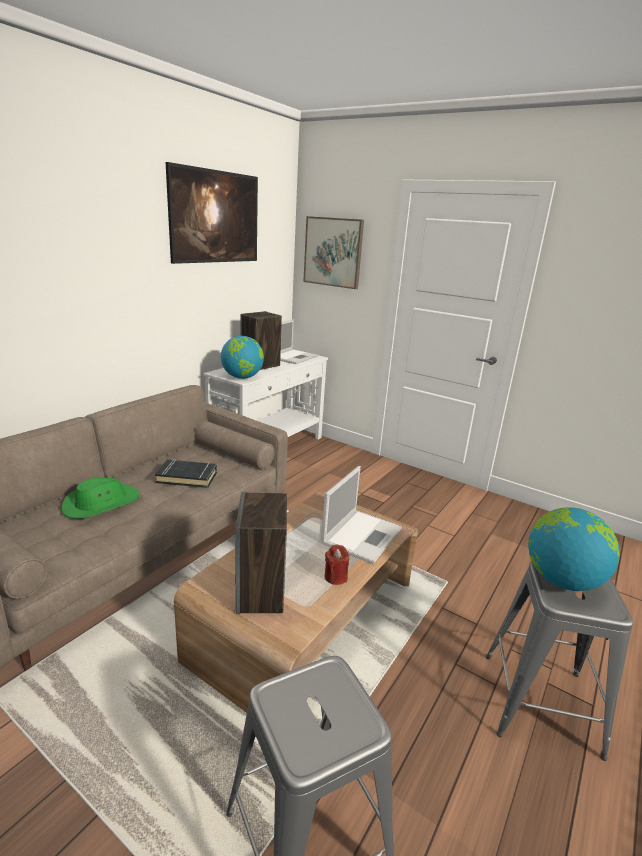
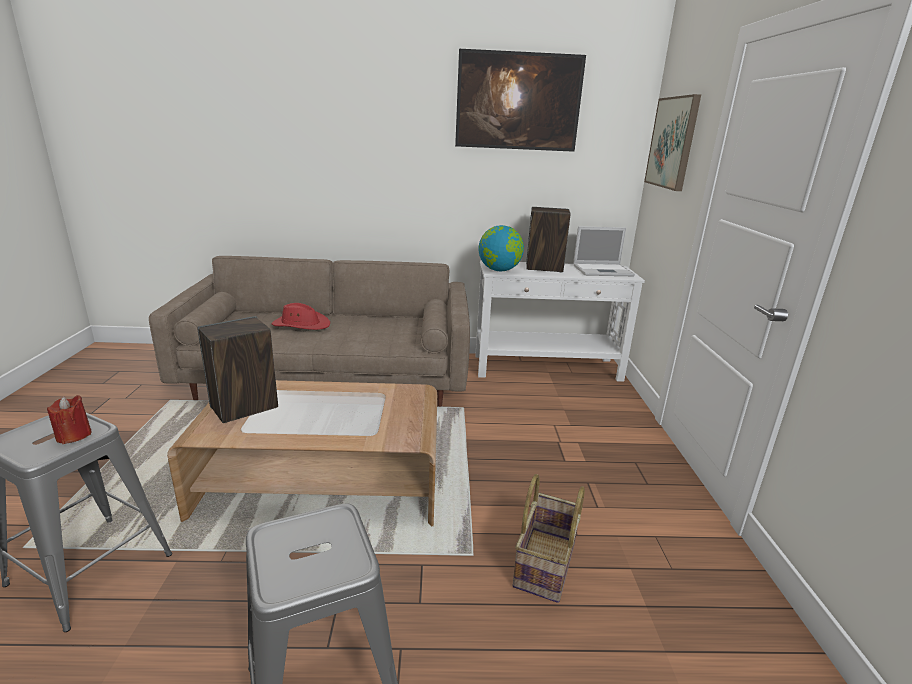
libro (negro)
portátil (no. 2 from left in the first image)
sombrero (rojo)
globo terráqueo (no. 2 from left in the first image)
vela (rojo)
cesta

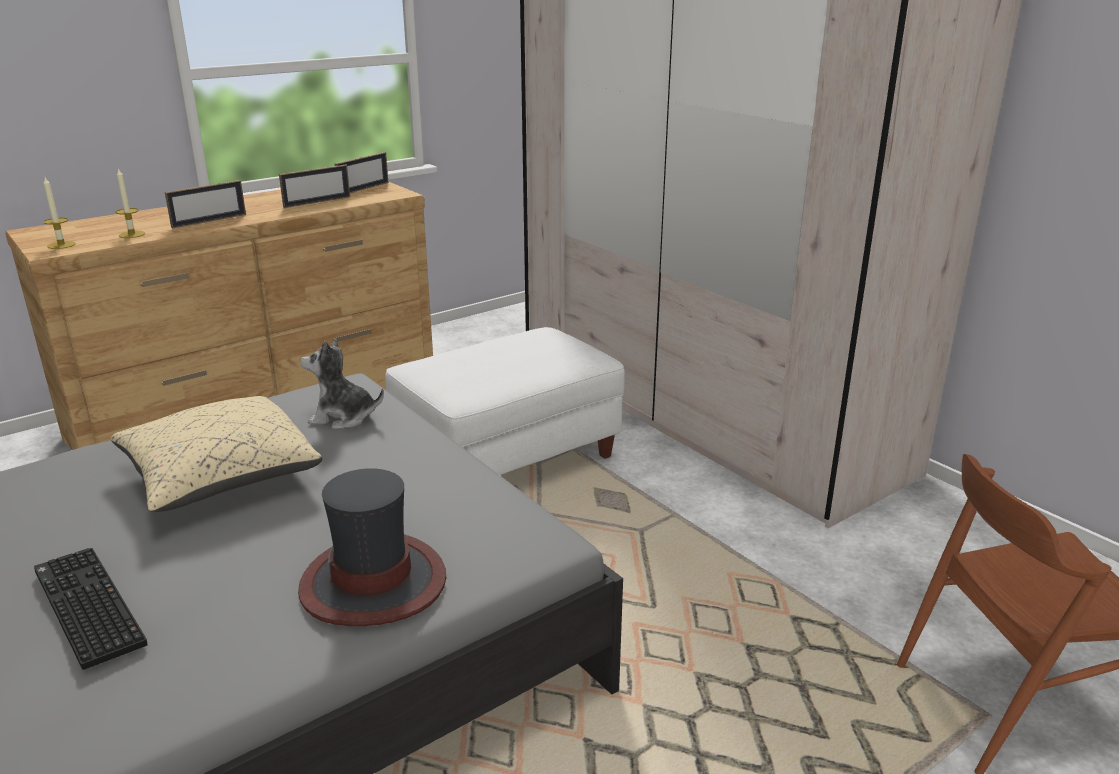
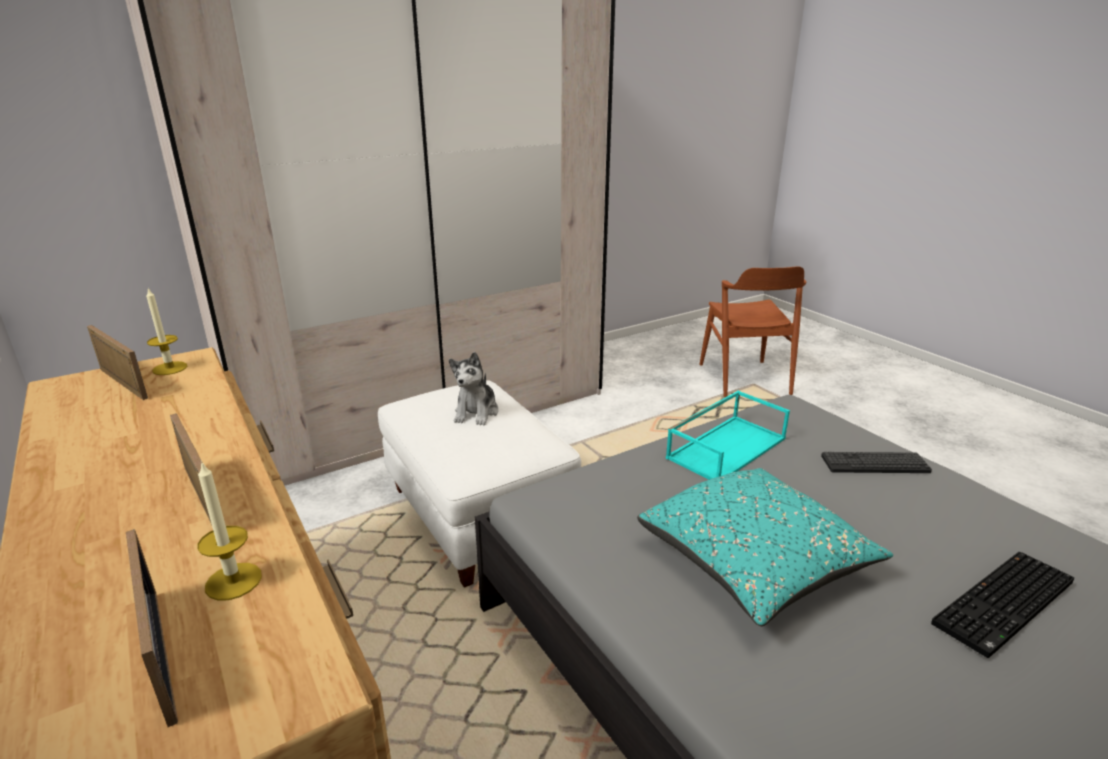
portarretratos (no. 2 from left)
vela (no. 1 from left)
peluche
cojín (turquesa)
teclado (no. 1 from left)
bandeja (turquesa)

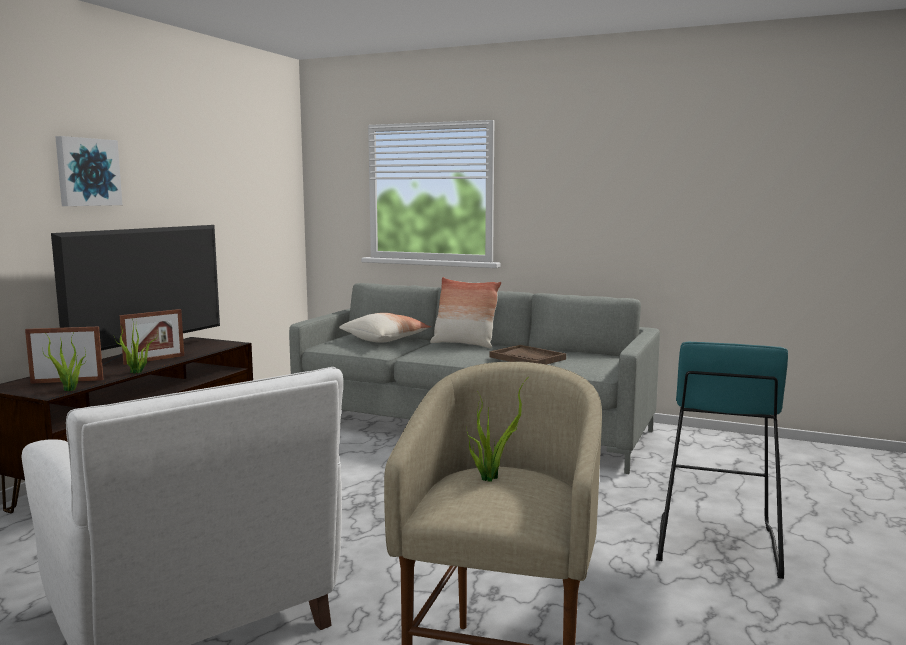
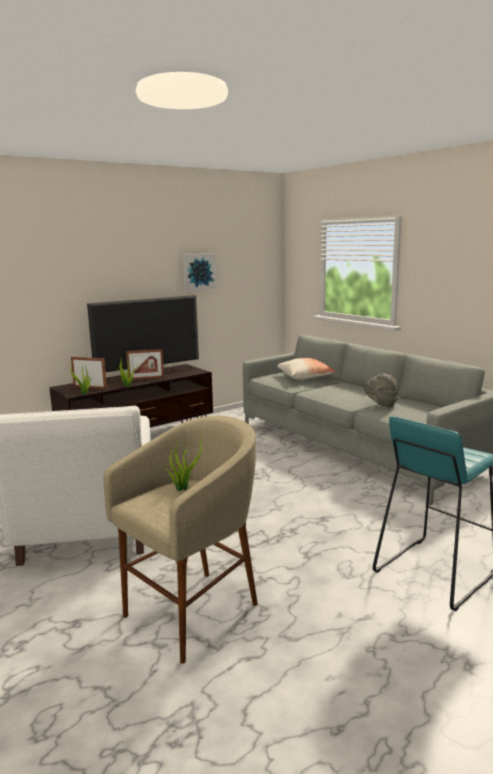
cuadro
cojín (no. 2 from left in the first image)
sombrero (gris)

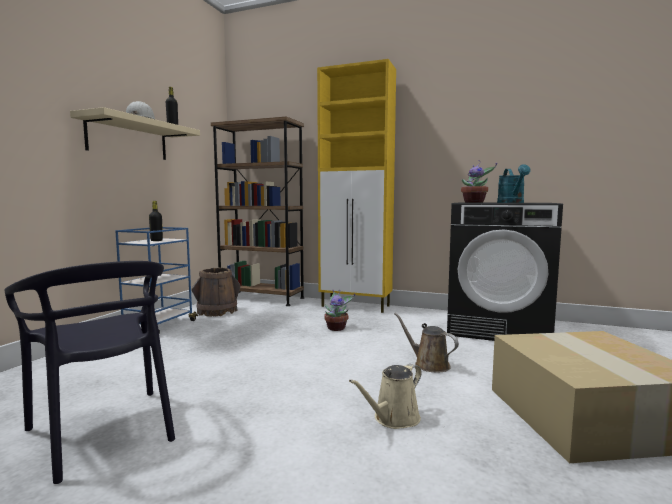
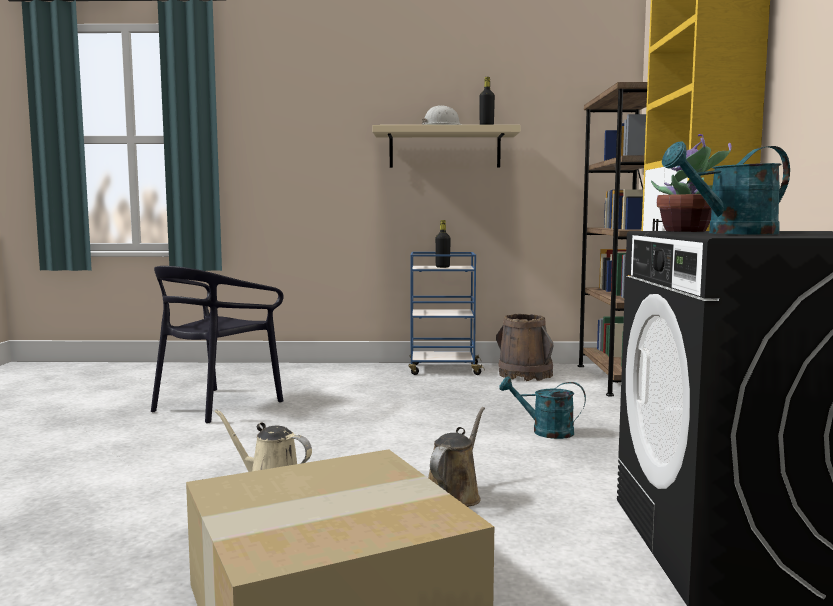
regadera (turquesa) (no. 1 from left)

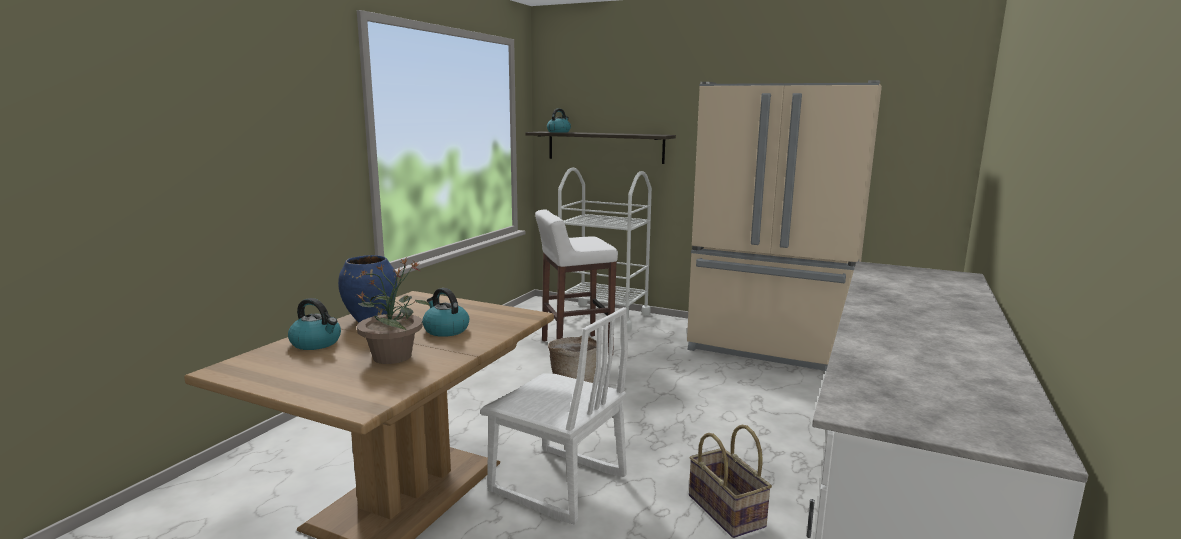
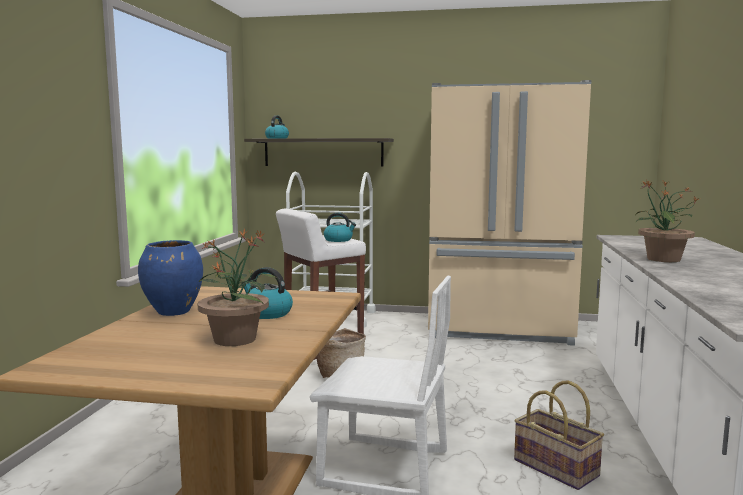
hervidor (no. 3 from left)
planta en maceta (no. 2 from left)

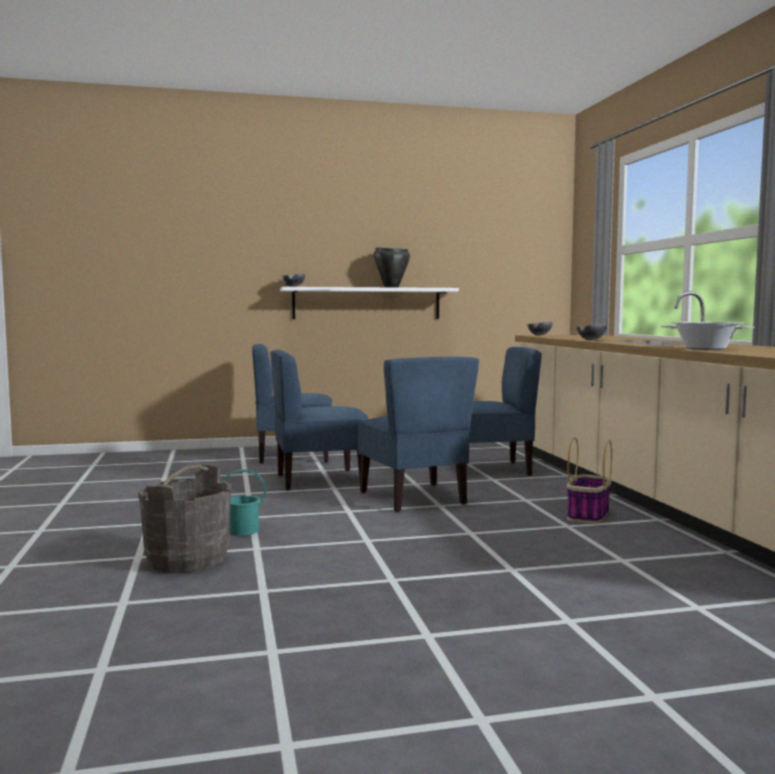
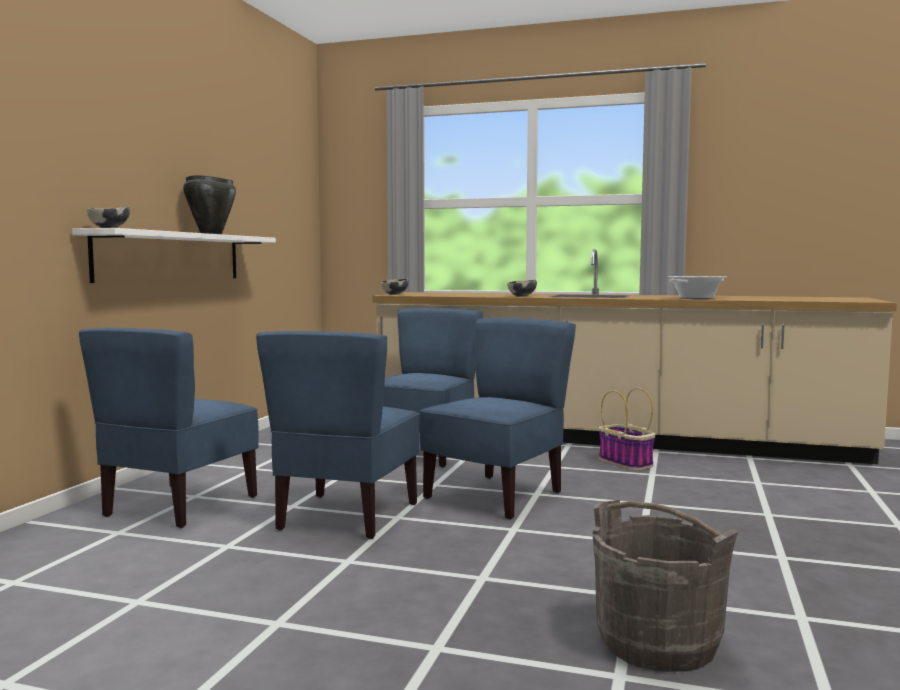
silla (azul) (no. 4 from left)
cubo (turquesa)

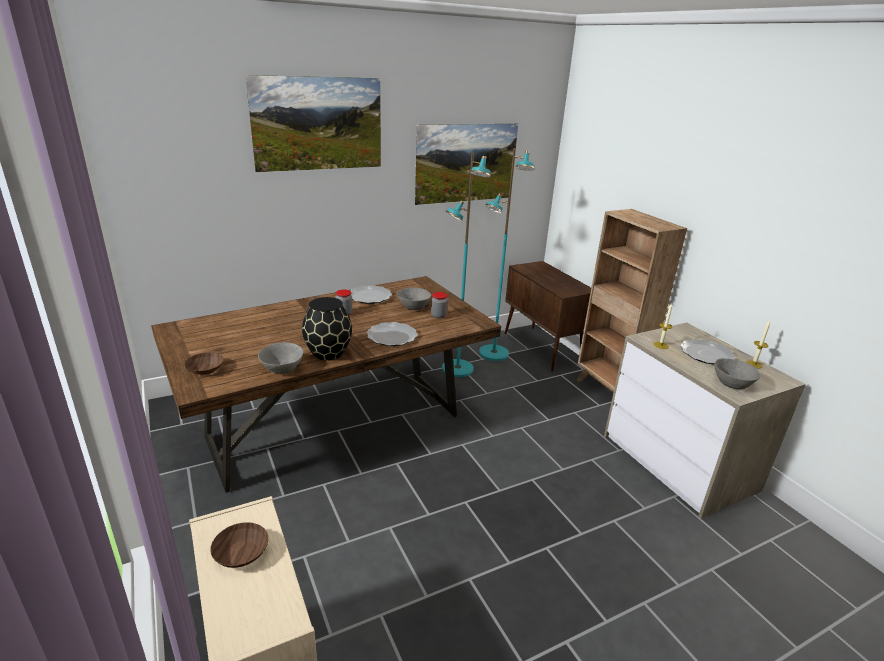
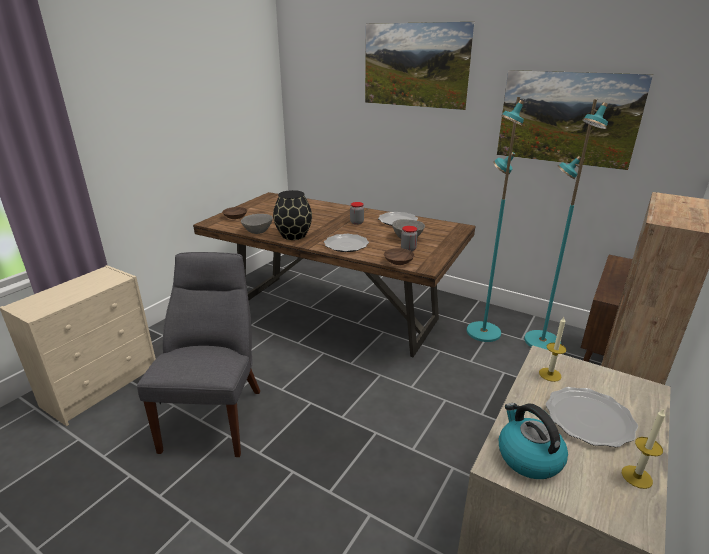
hervidor
cuenco (marrón) (no. 2 from left)
silla (gris)

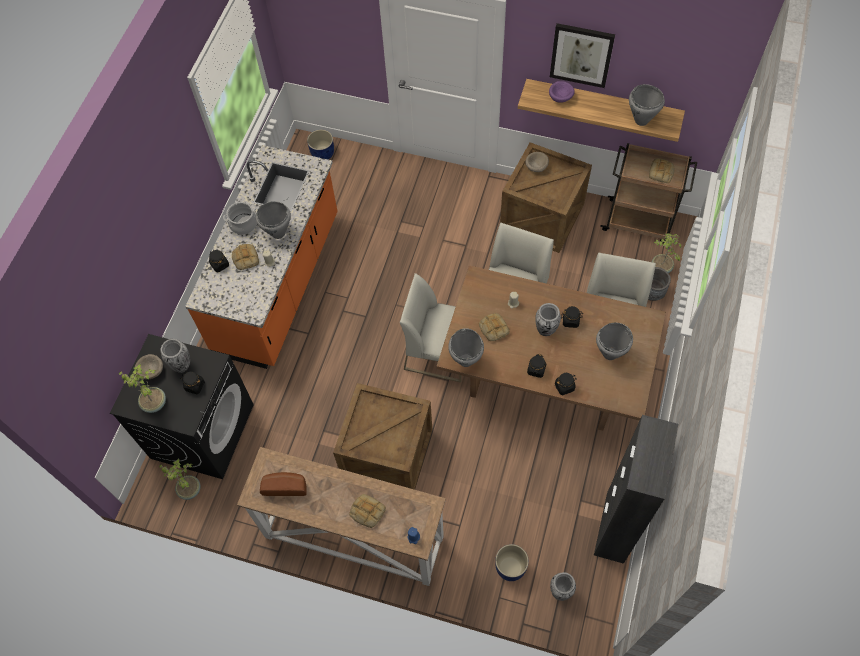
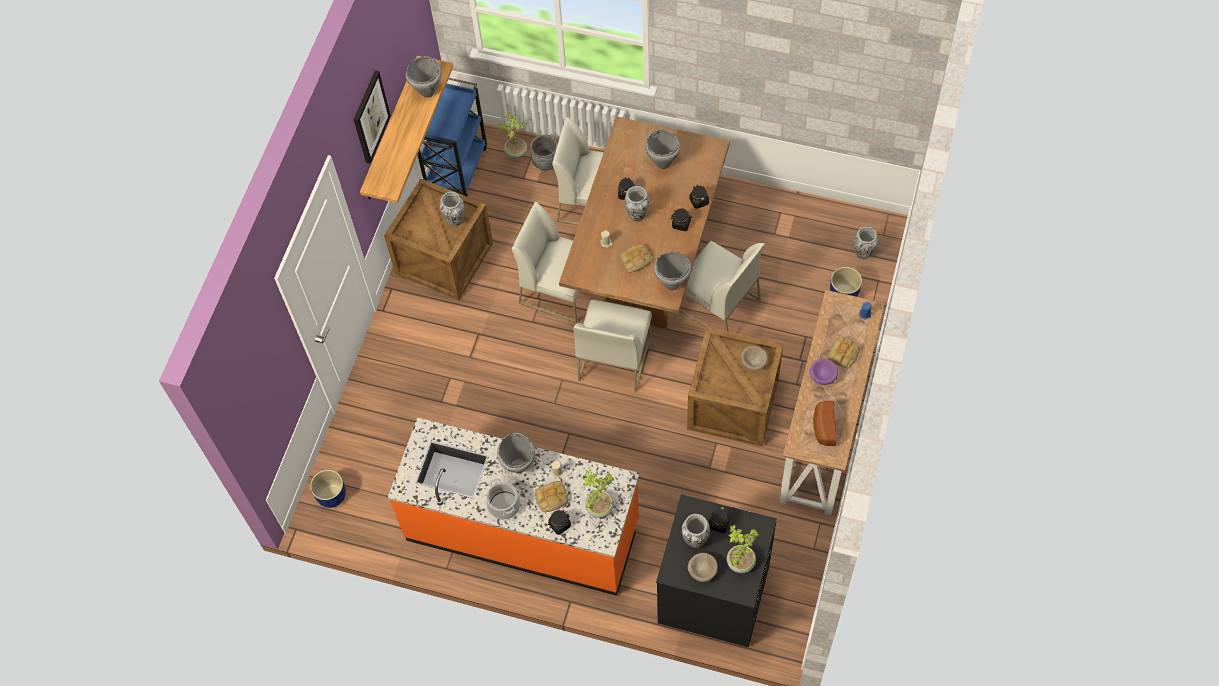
cuenco (morado)
carrito (azul)
cuenco (beis) (no. 2 from left)
pan (no. 5 from left in the first image)
armario (negro)
planta en maceta (no. 2 from left)
florero (no. 1 from left)
silla (blanco) (no. 4 from left)

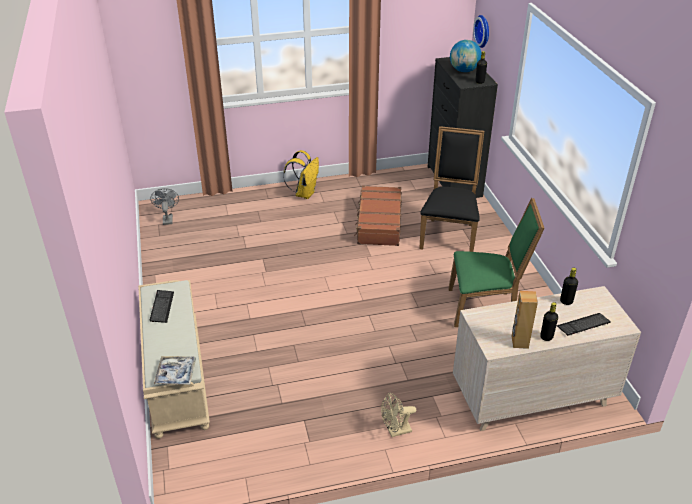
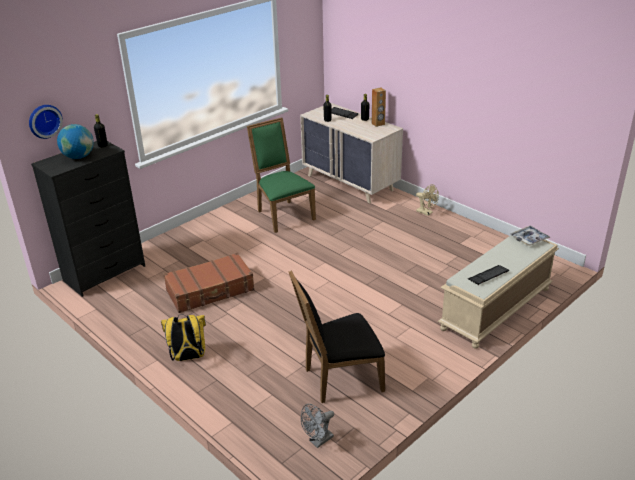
silla (negro)

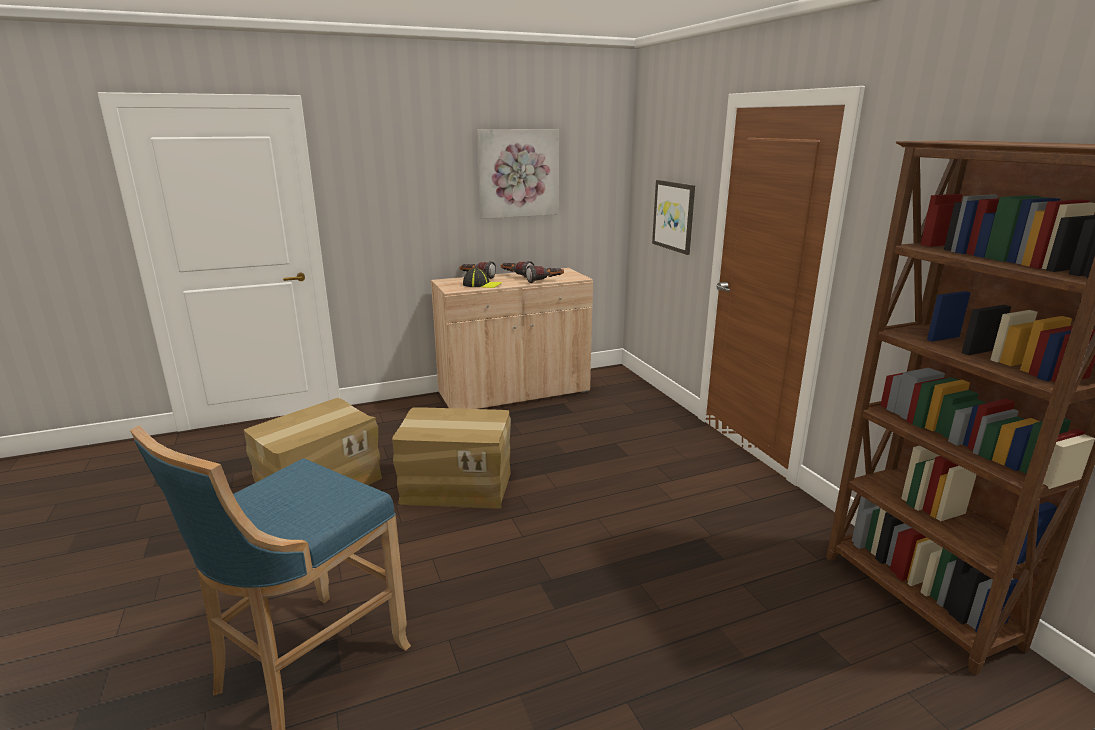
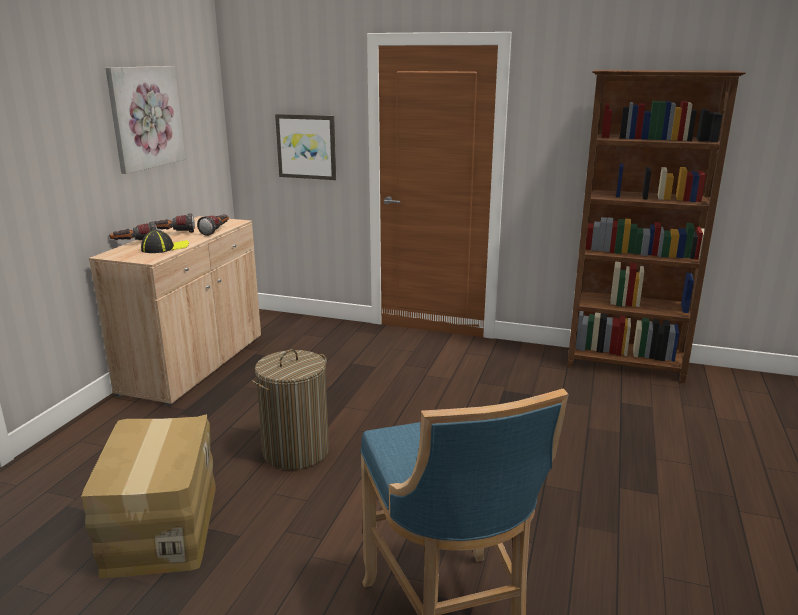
cesto de la ropa

